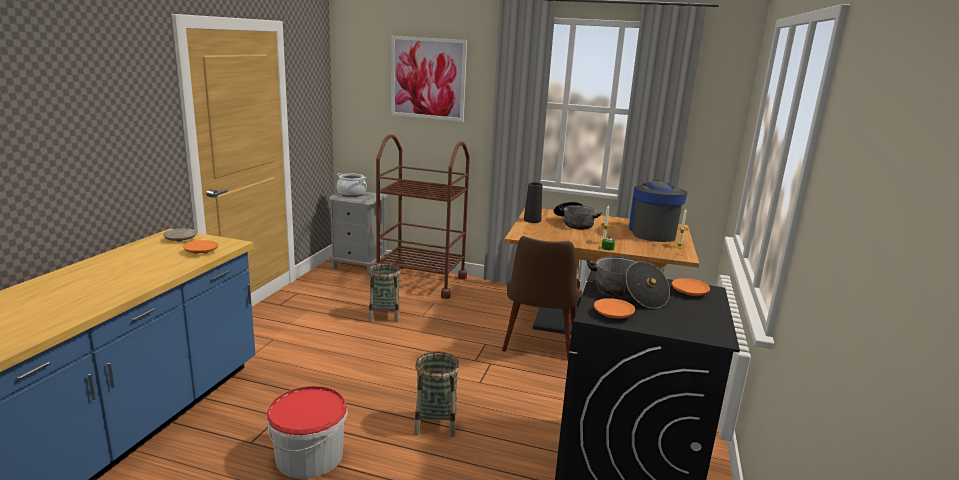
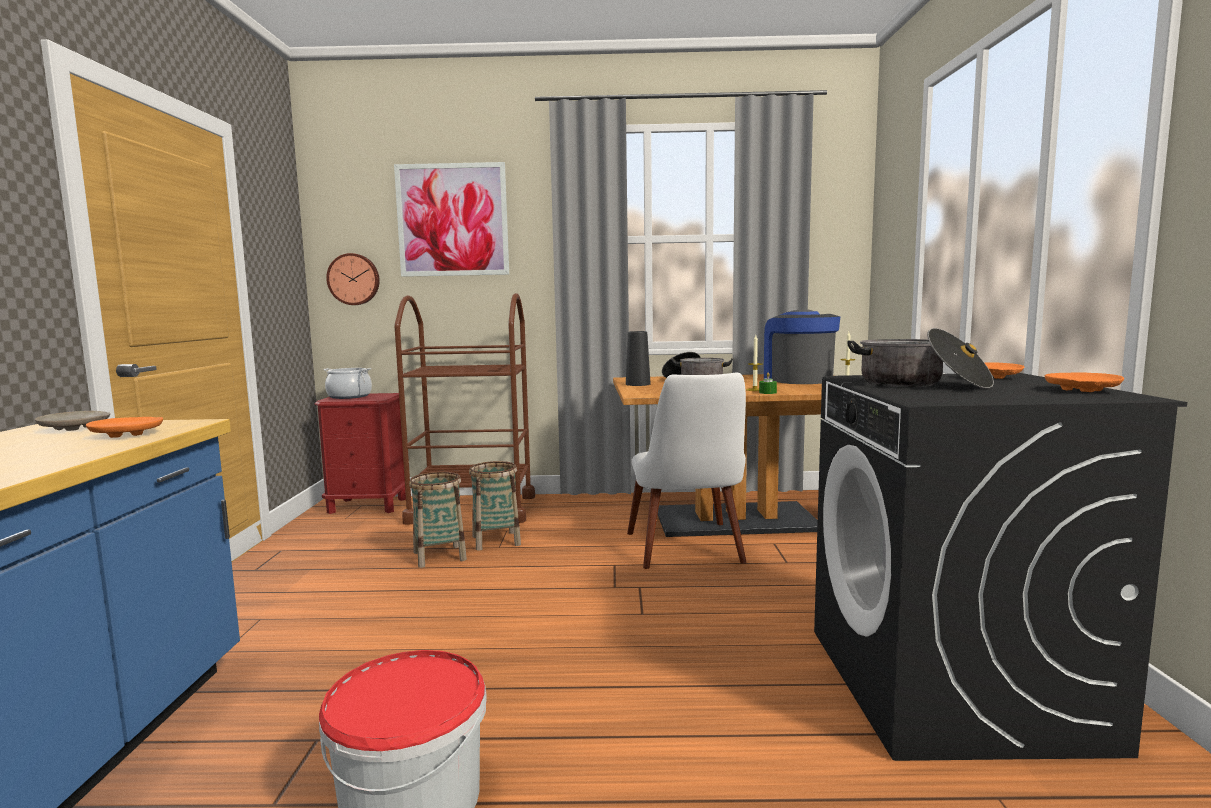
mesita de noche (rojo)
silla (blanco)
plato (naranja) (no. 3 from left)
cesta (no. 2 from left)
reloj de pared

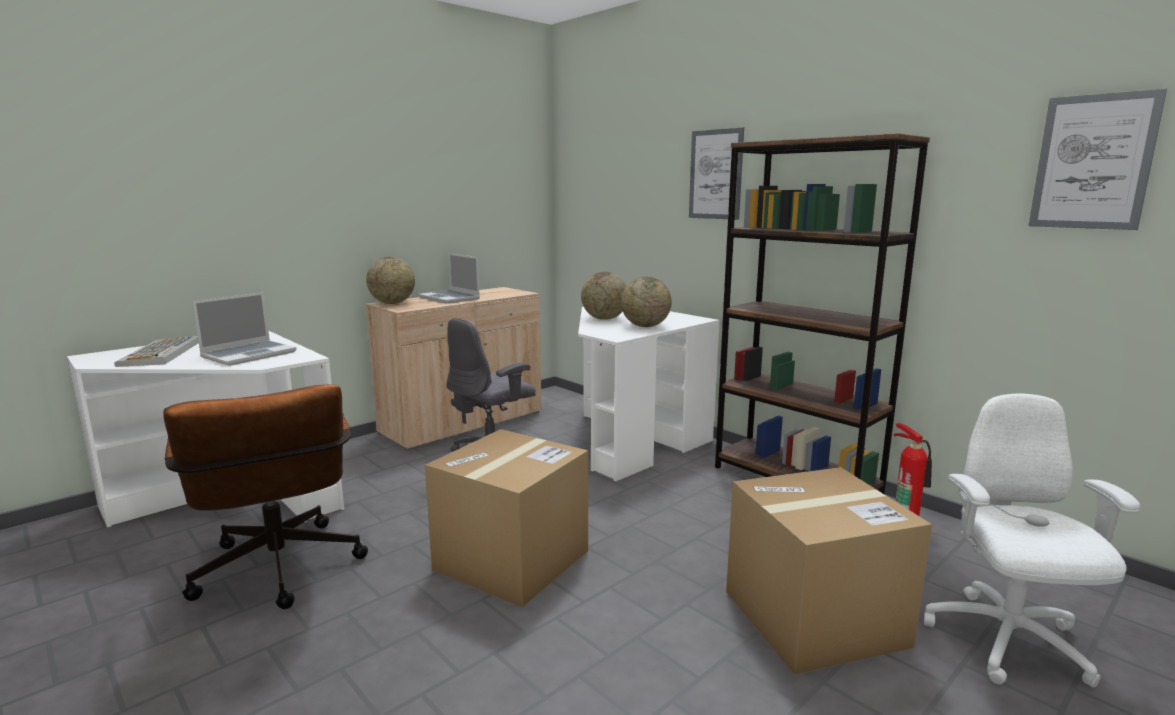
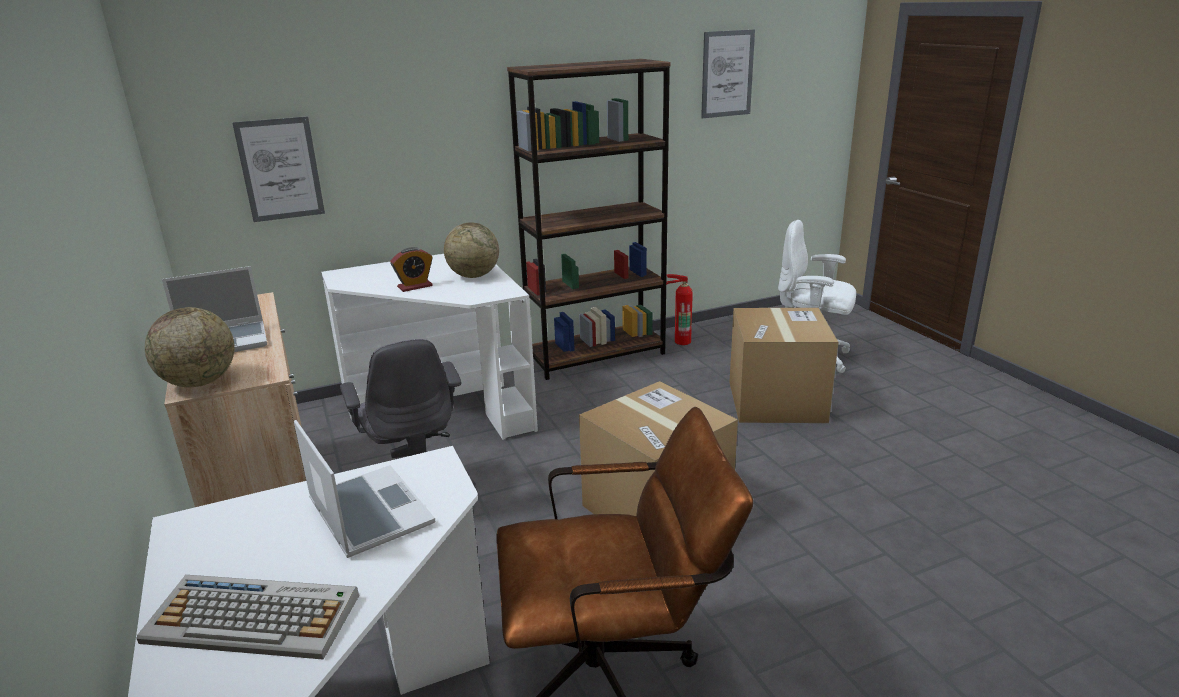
cuadro (no. 1 from left)
despertador

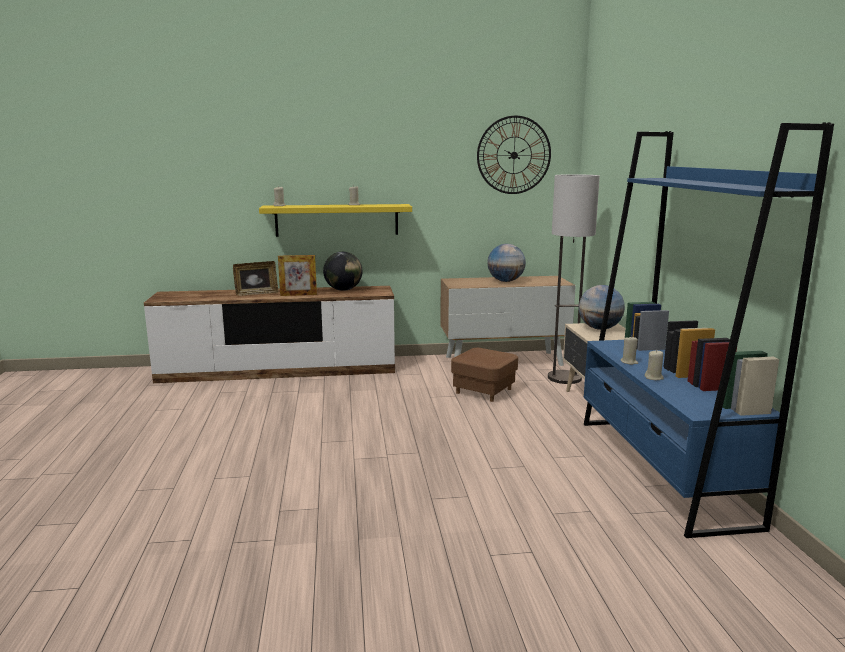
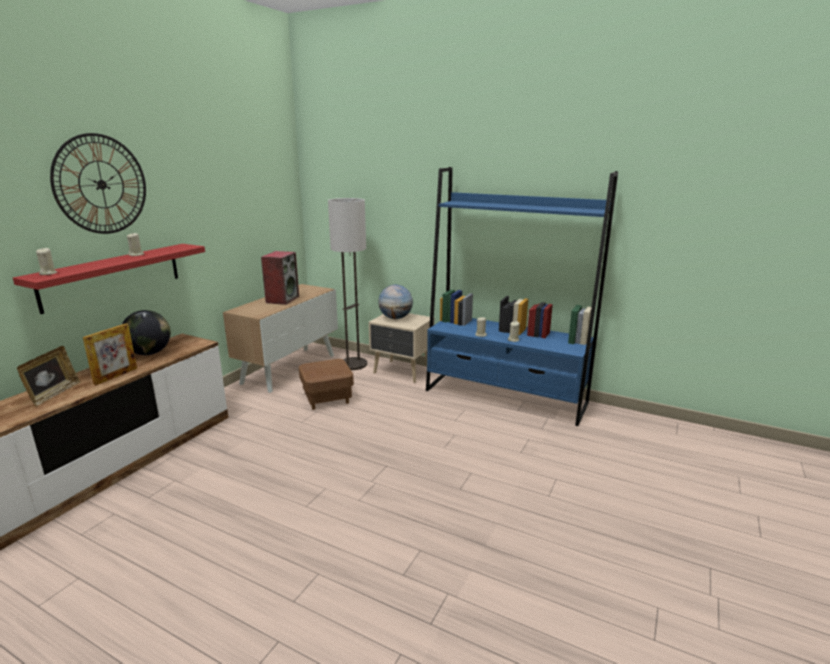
reloj de pared
estante (rojo)
altavoz

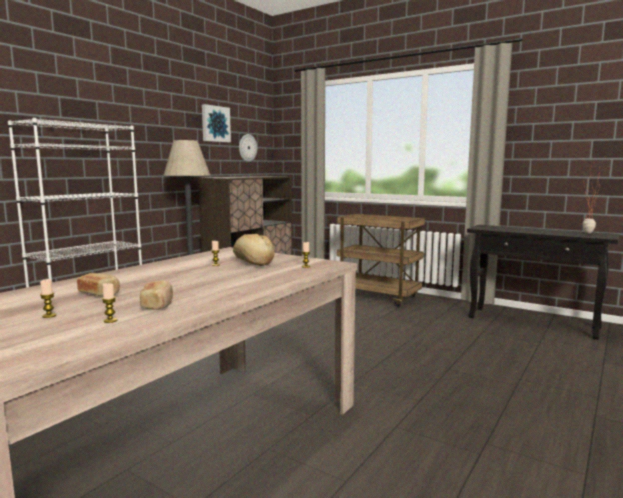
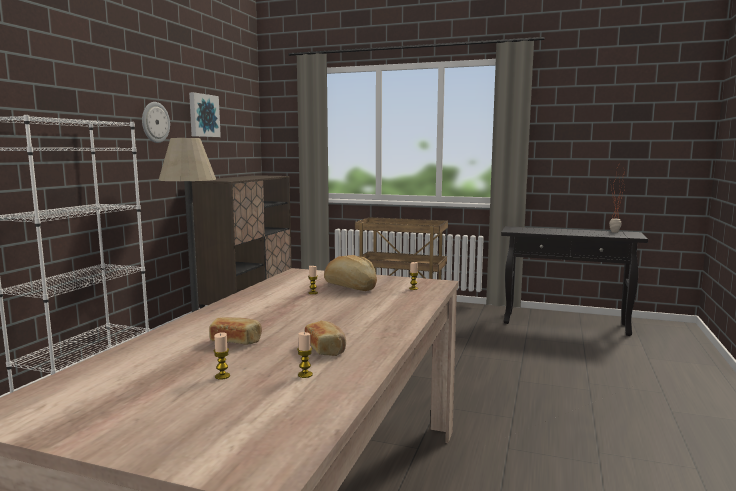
reloj de pared

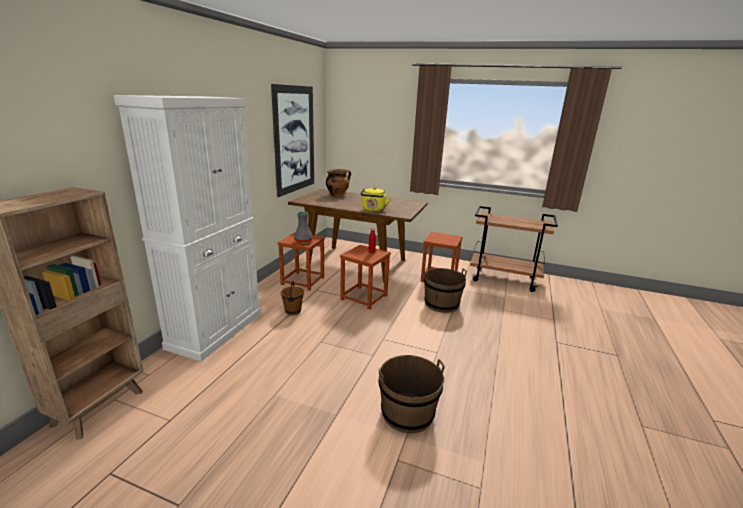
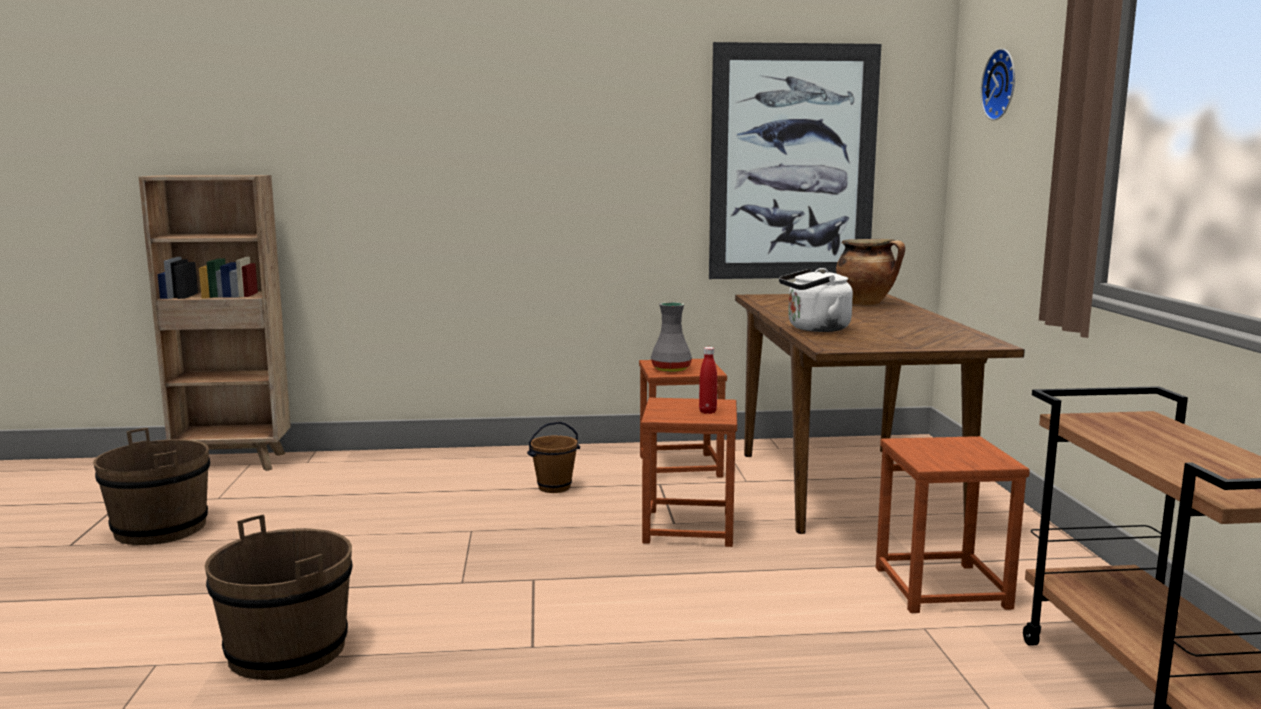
armario (blanco)
hervidor (blanco)
cubo (marrón) (no. 1 from left)
reloj de pared

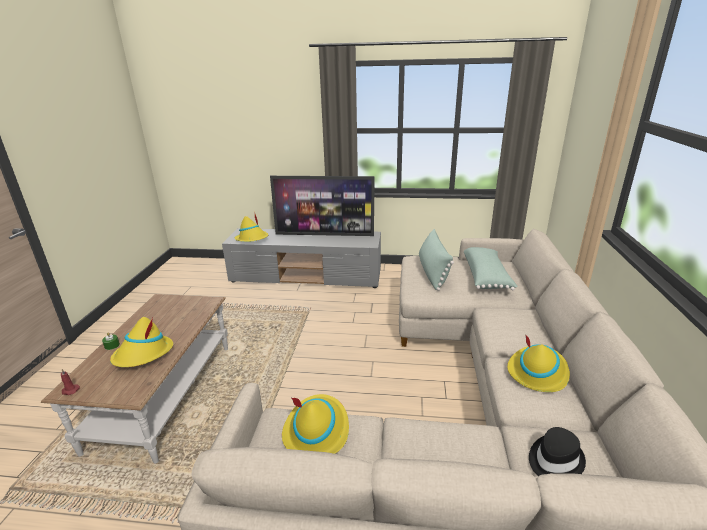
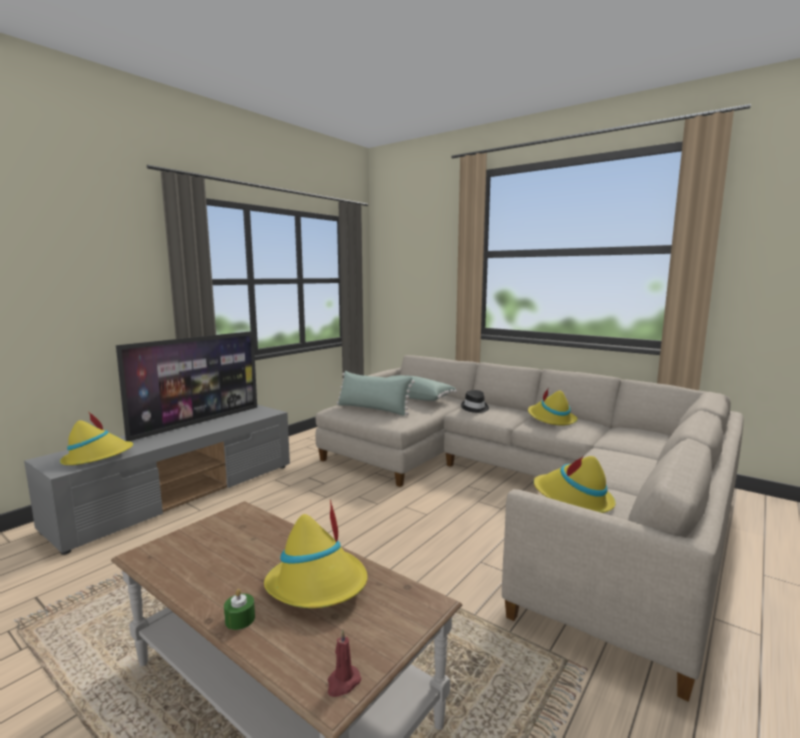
sombrero (negro)

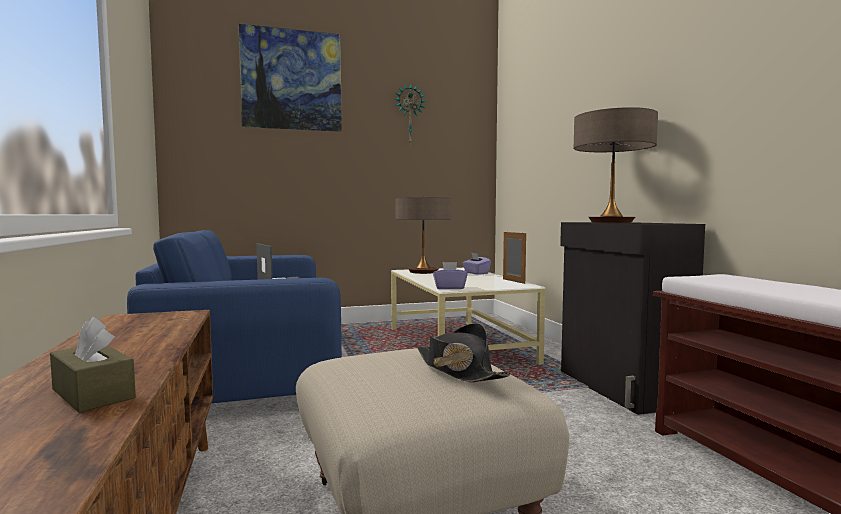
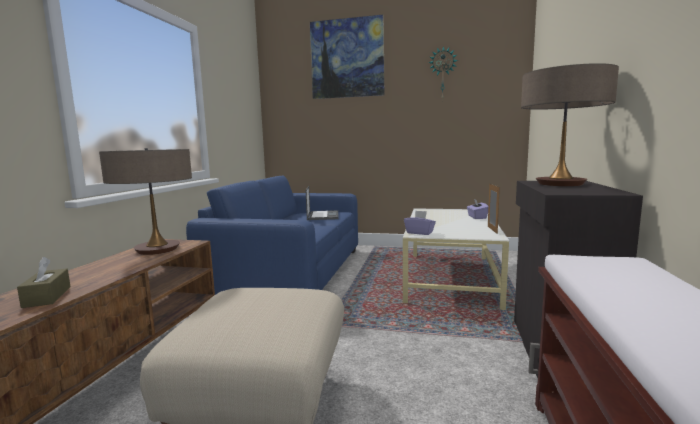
lámpara de mesa (no. 1 from left)
sombrero (negro)

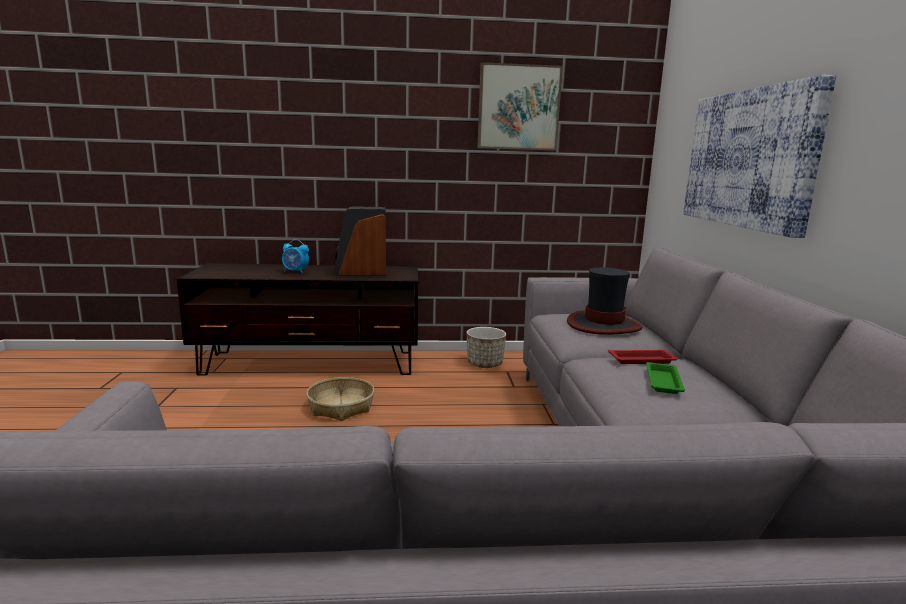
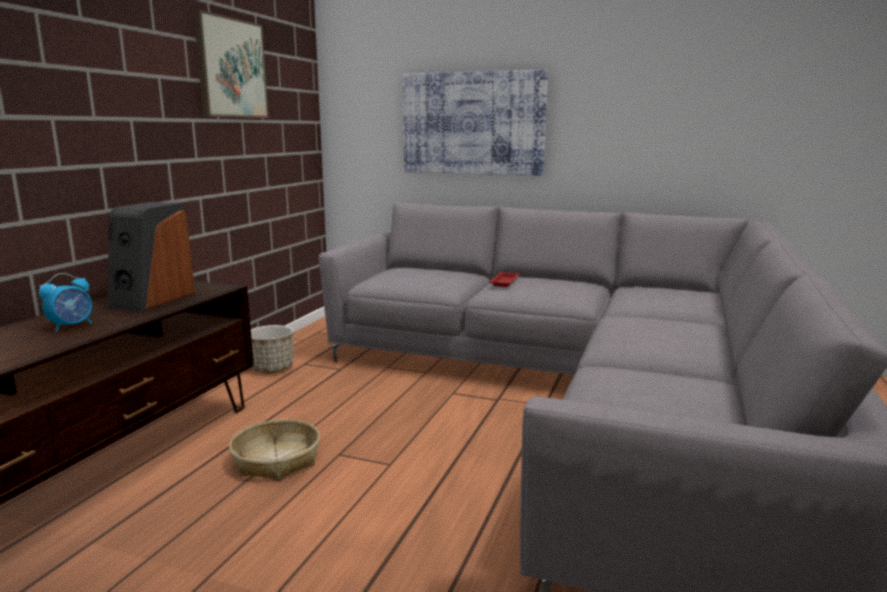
sombrero
bandeja (verde)

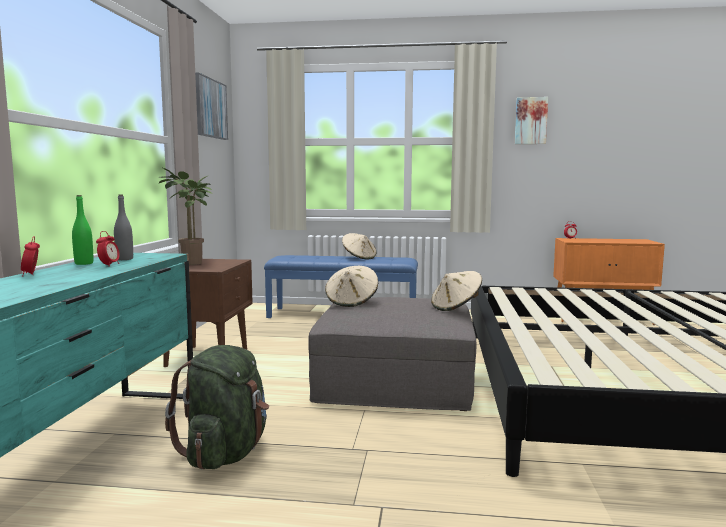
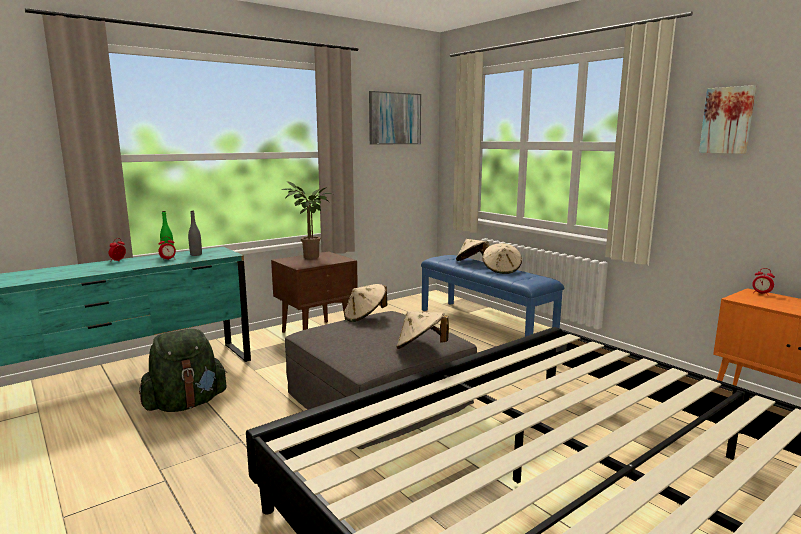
sombrero (beis) (no. 3 from left)

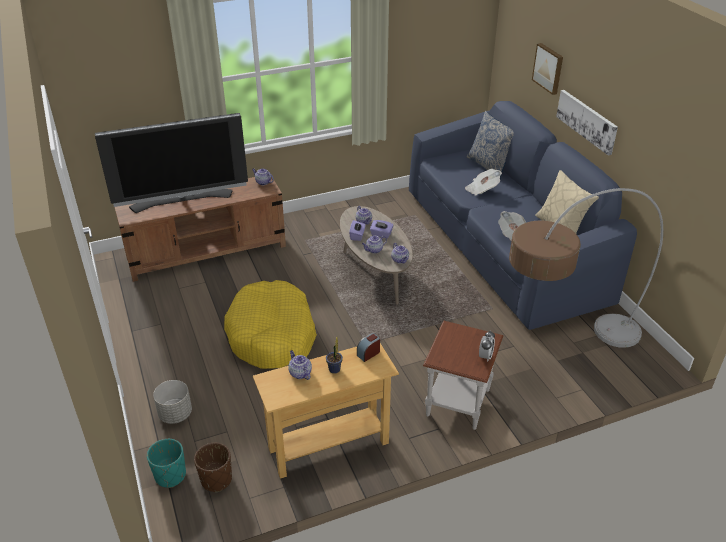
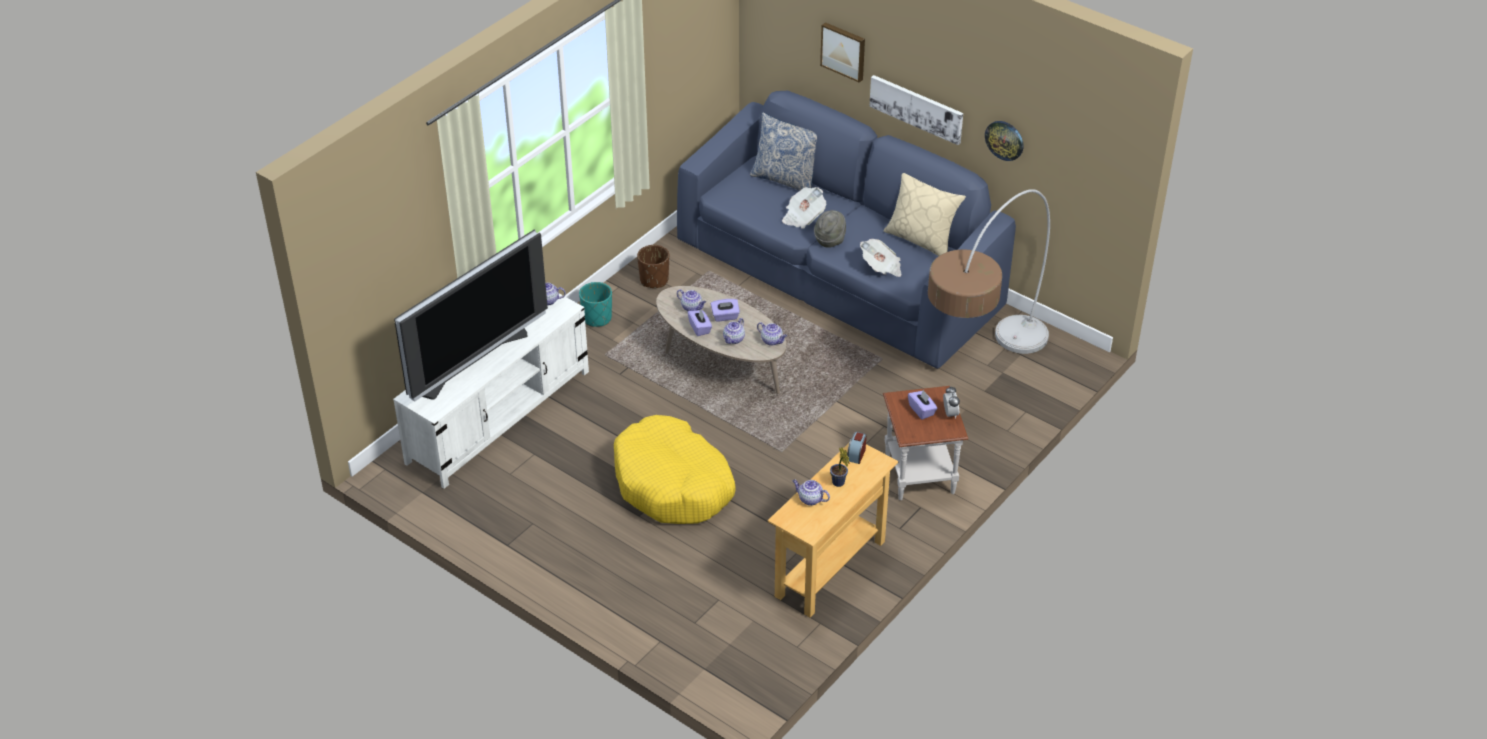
mueble de televisión (blanco)
maceta (gris)
maceta (turquesa)
maceta (marrón)
reloj de pared
sombrero (gris)
caja de pañuelos (morado) (no. 3 from left)

